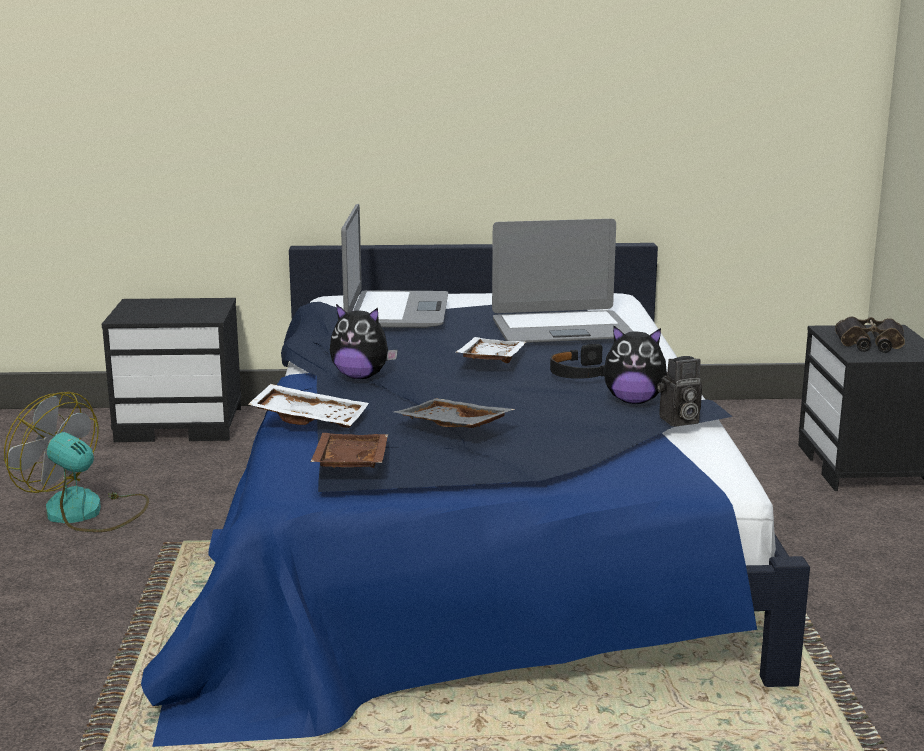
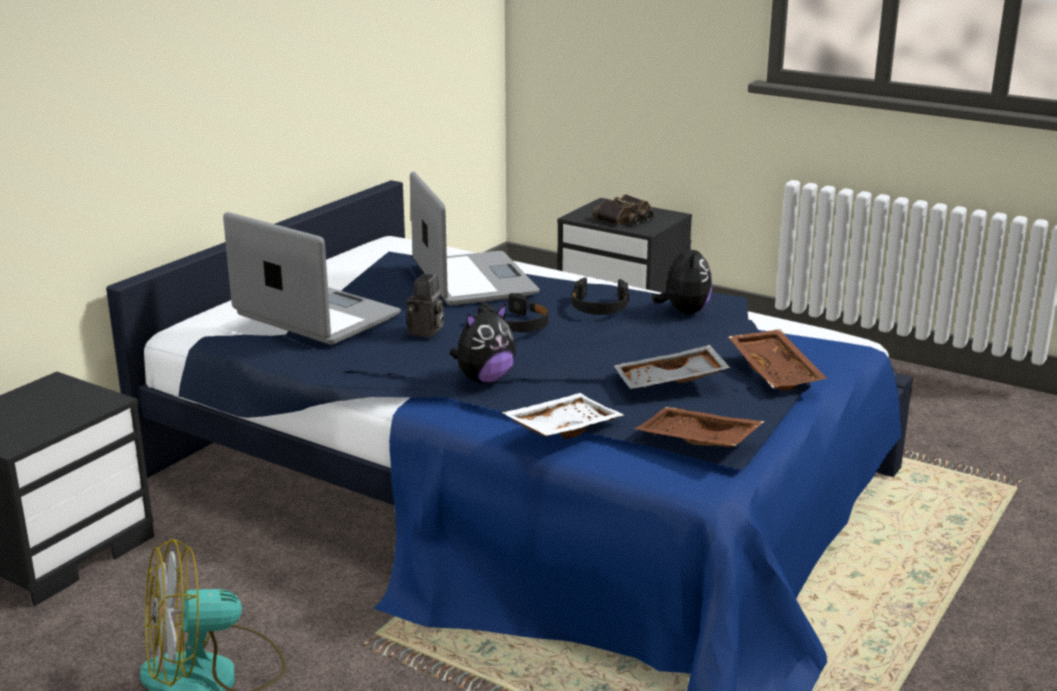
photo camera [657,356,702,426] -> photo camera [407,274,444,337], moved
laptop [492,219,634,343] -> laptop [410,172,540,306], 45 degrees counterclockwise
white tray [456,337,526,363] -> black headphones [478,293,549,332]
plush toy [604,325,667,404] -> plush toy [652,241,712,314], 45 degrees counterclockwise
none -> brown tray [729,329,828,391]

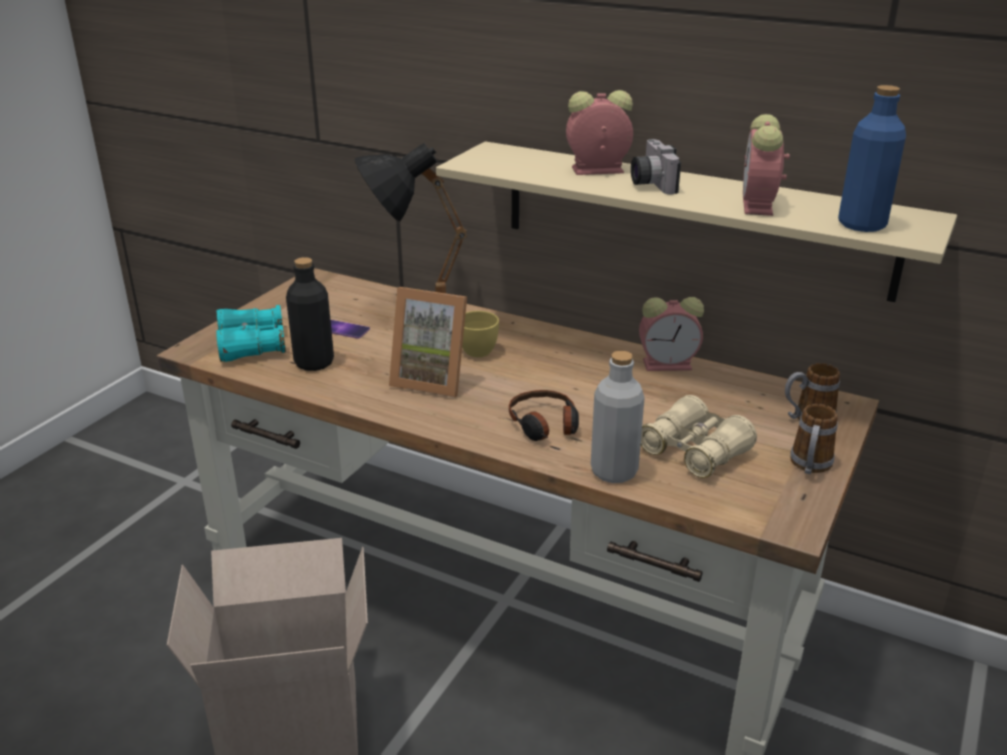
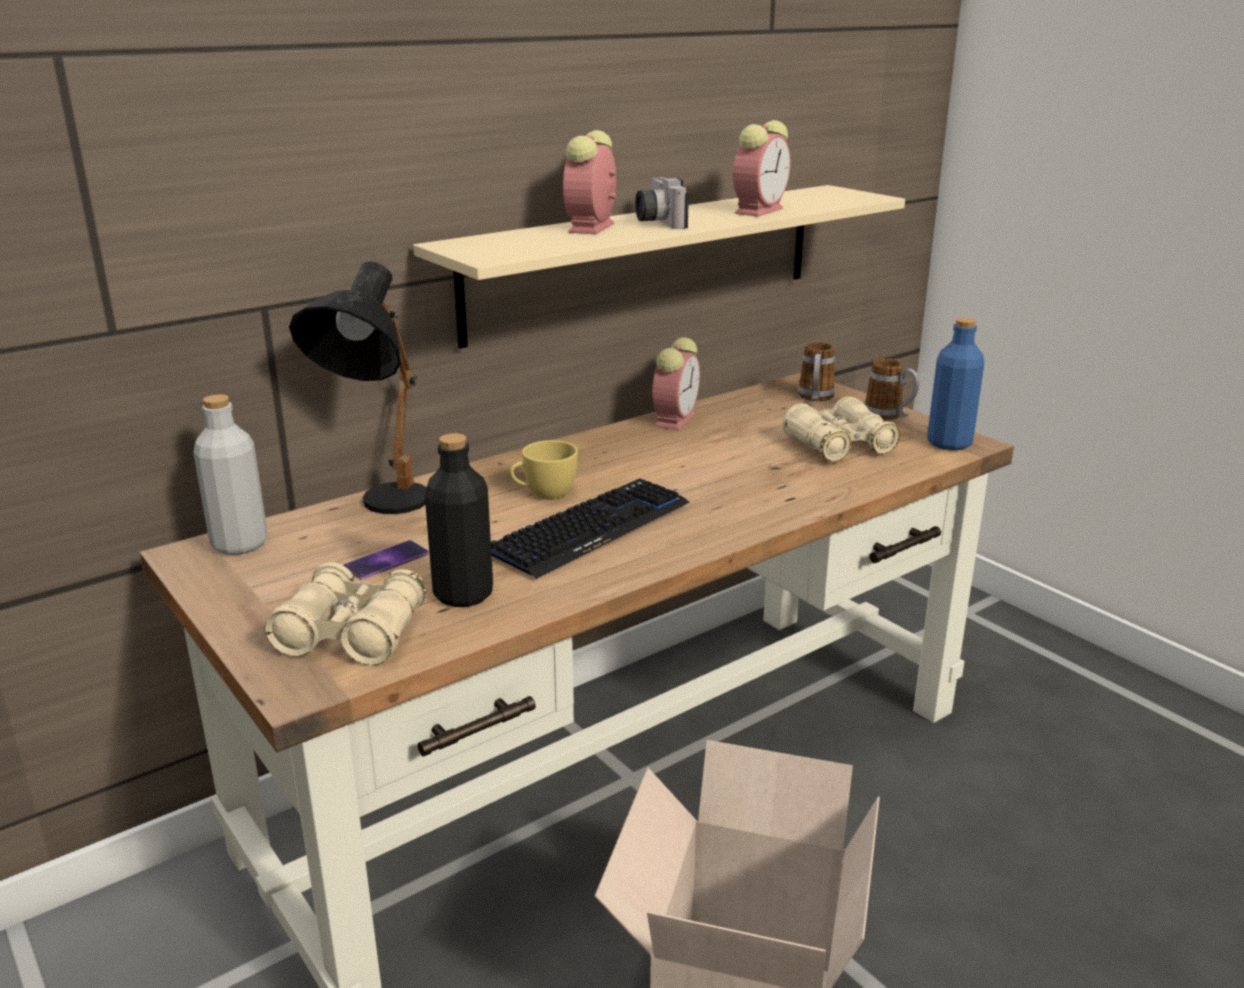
grey bottle [591,351,645,483] -> grey bottle [193,394,267,555], moved
turquoise binoculars [216,305,286,362] -> beige binoculars [264,562,427,665]
picture frame [389,287,467,398] -> keyboard [491,478,689,579]
photo camera [631,139,681,194] -> photo camera [635,177,689,229], 60 degrees clockwise
alarm clock [743,114,790,216] -> alarm clock [733,120,791,217], 90 degrees counterclockwise
blue bottle [838,85,906,232] -> blue bottle [927,317,984,450], moved
headphones [509,390,579,441] -> none

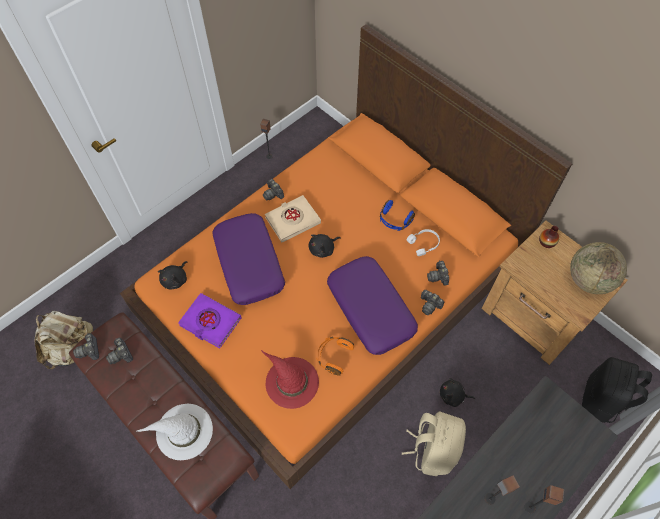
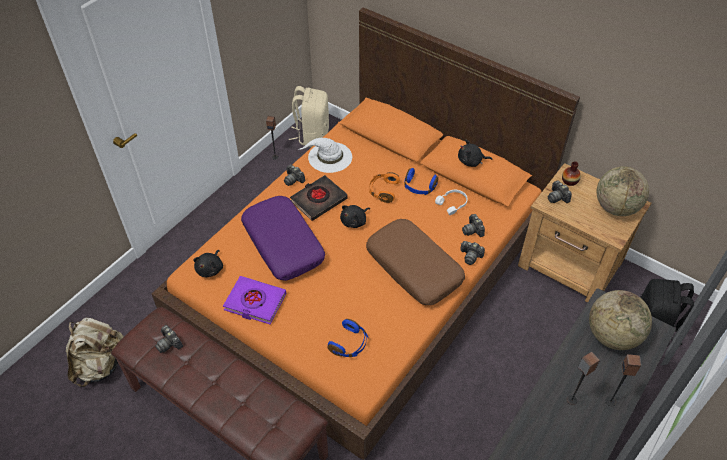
beige backpack [402,412,466,476] -> beige backpack [289,86,329,147], moved
beige book [265,195,321,243] -> black book [290,175,348,221]
white hat [137,404,213,460] -> white hat [299,138,352,173], moved
red hat [261,350,319,409] -> blue headphones [327,319,368,357]
purple pillow [327,256,418,355] -> brown pillow [366,219,465,305]
orange headphones [316,337,354,376] -> orange headphones [369,172,400,203], moved
black plush toy [440,378,475,407] -> black plush toy [458,139,493,167], moved
photo camera [73,333,99,360] -> photo camera [548,181,572,203], moved
none -> globe [589,290,652,350]

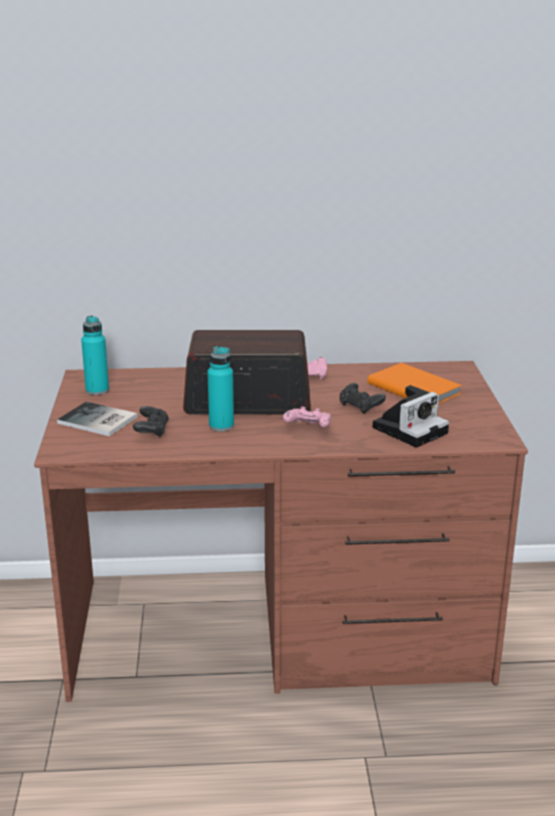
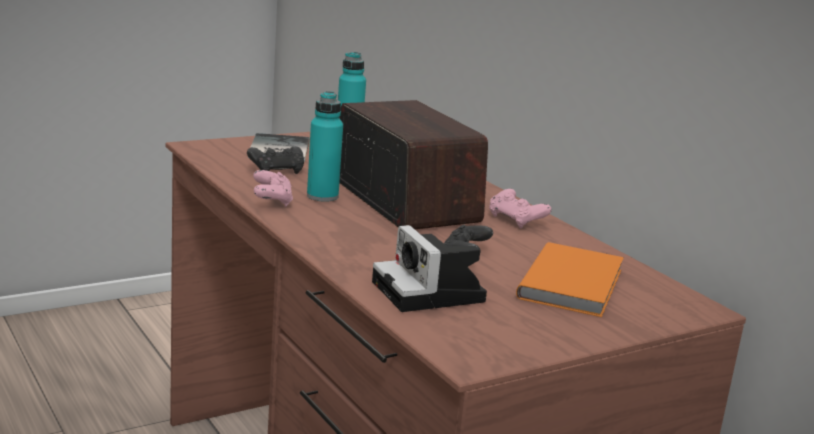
pink game controller [283,407,331,428] -> pink game controller [253,170,293,207], moved
photo camera [373,385,449,448] -> photo camera [372,225,487,312], 45 degrees clockwise

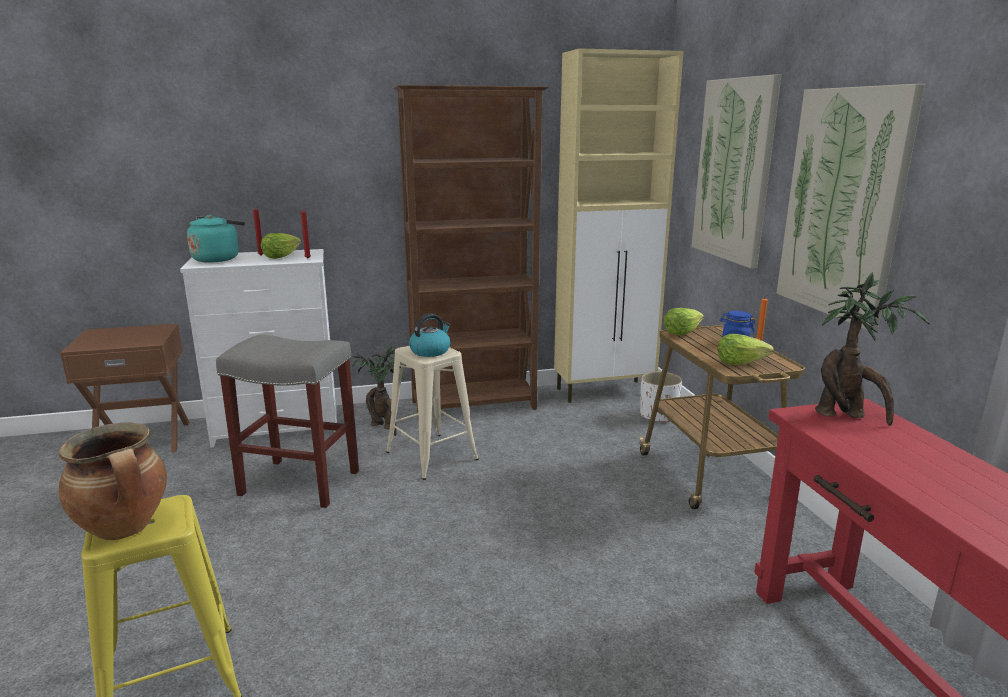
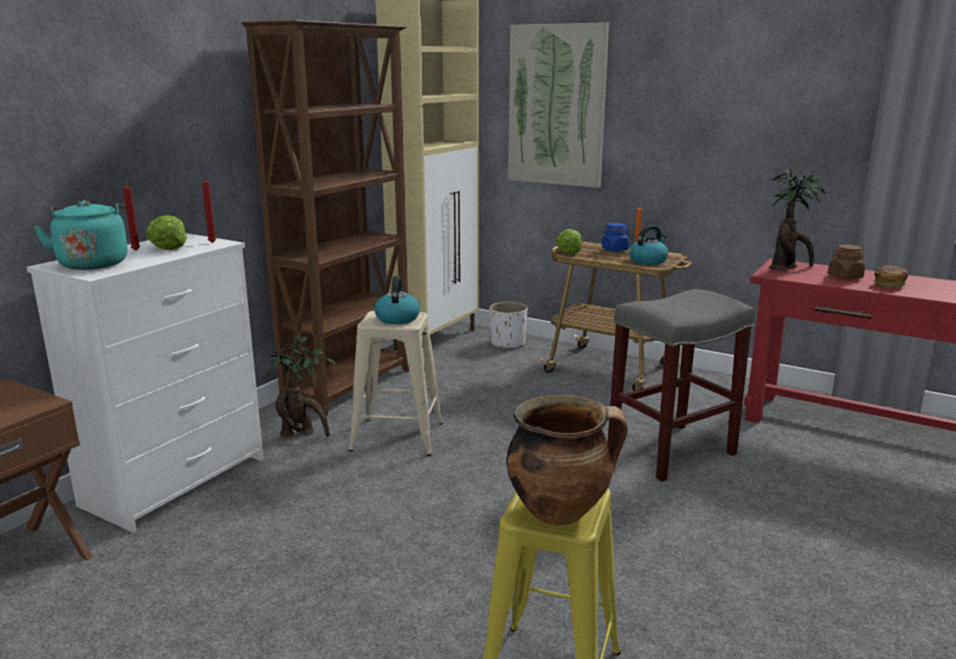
grey stool [216,335,359,508] -> grey stool [608,289,755,482], moved
lettuce [718,334,774,365] -> kettle [629,225,668,265]
none -> brown jar [828,244,865,280]
none -> bread [874,266,908,288]
picture [776,84,925,331] -> none

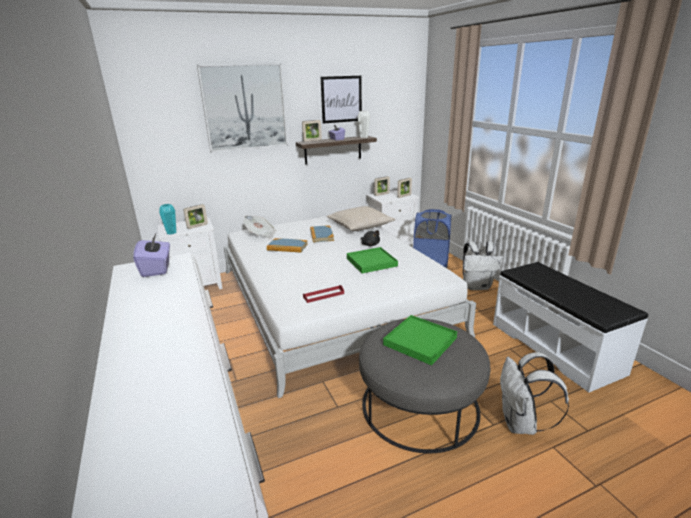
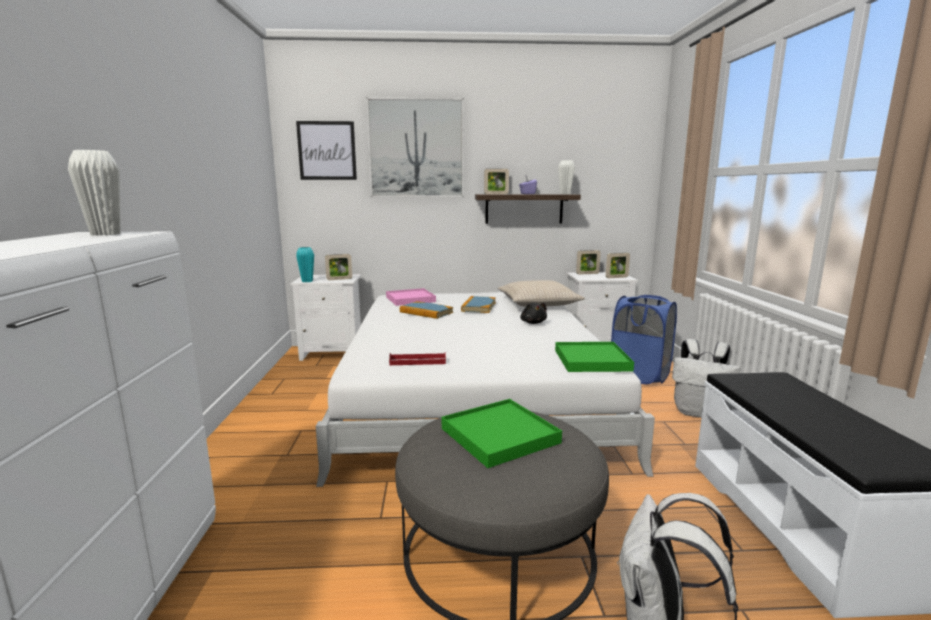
purple tissue box [133,234,170,277] -> white vase [68,150,120,235]
picture [321,76,362,124] -> picture [296,121,357,180], moved
newspaper [243,215,277,239] -> pink tray [386,288,436,306]
green tray [347,247,398,273] -> green tray [555,342,634,372], moved

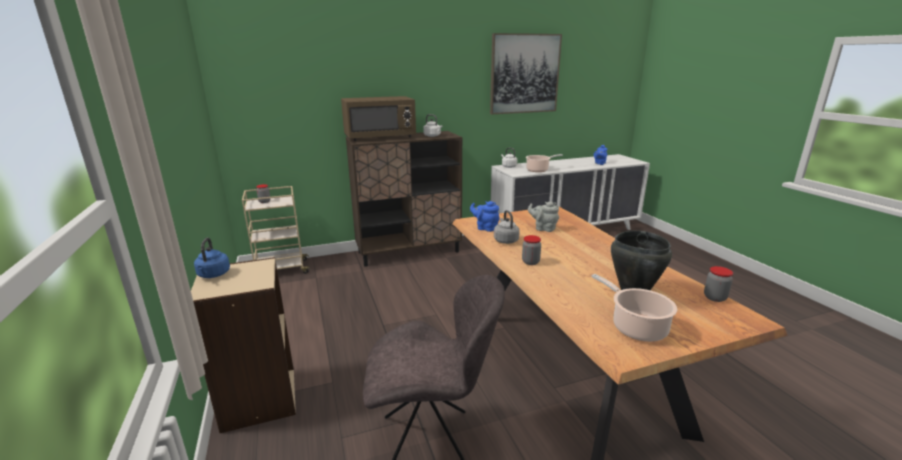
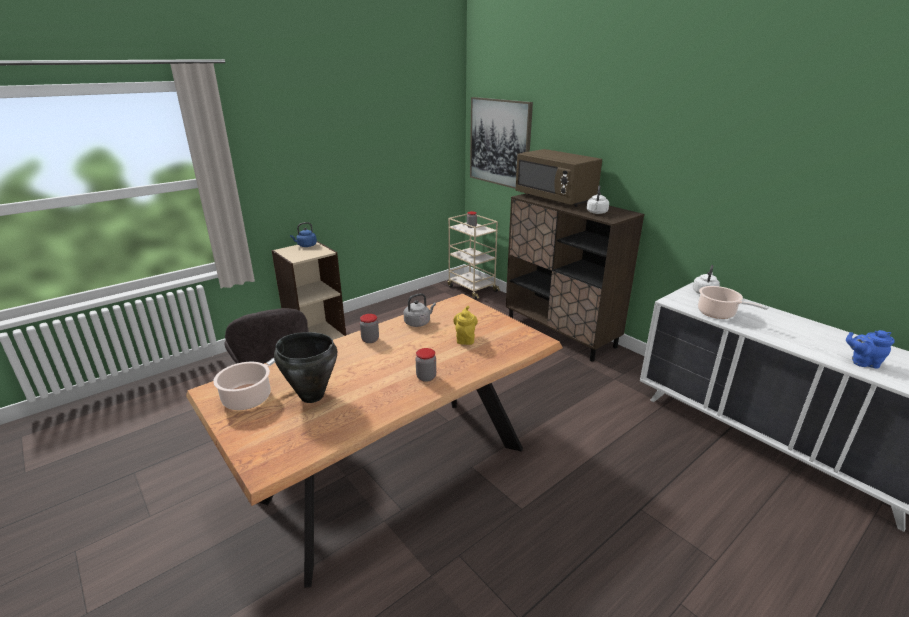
jar [704,266,733,302] -> jar [416,348,436,382], moved
grey teapot [528,201,559,232] -> yellow teapot [453,306,478,345]
picture [490,33,562,114] -> picture [470,97,533,189], moved
blue teapot [470,201,500,232] -> none

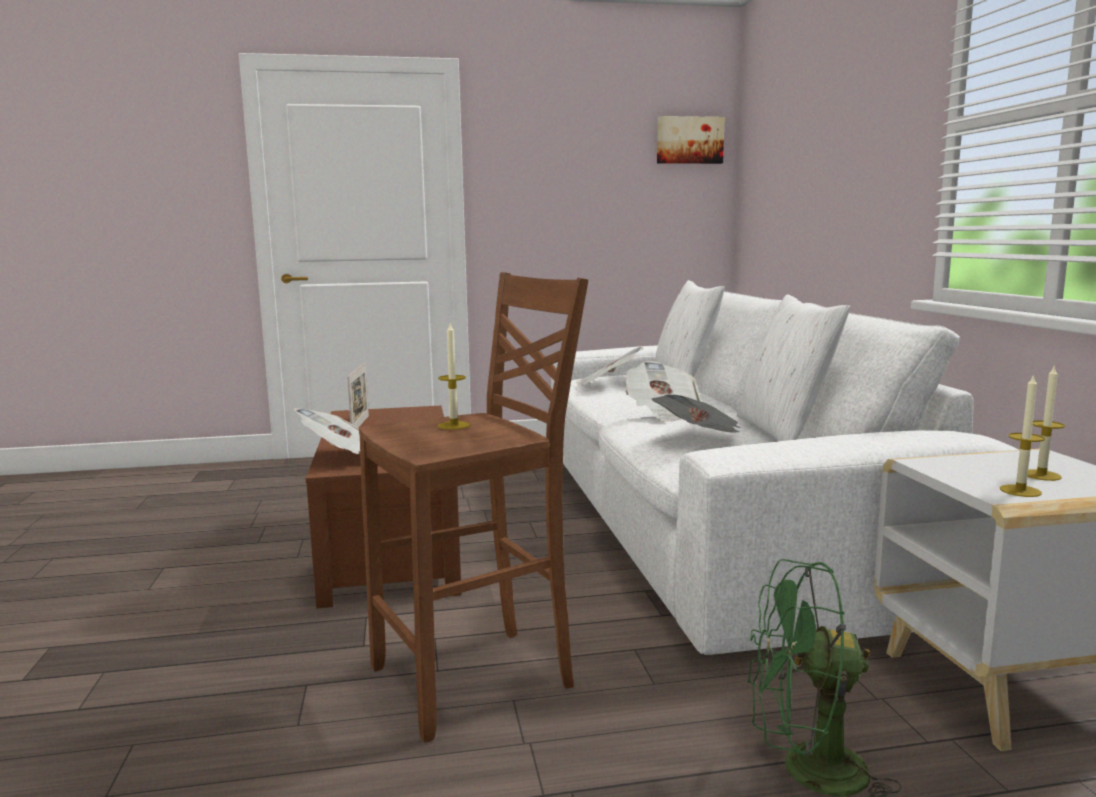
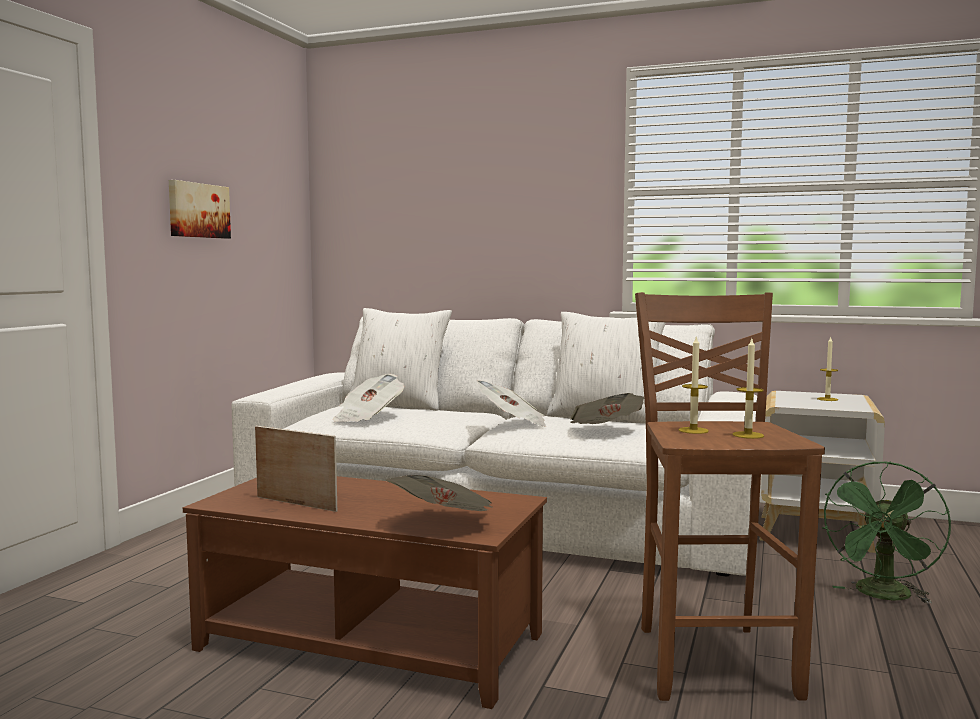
picture [657,116,725,164] -> picture [169,180,231,239], moved
candle [1000,374,1045,497] -> candle [733,339,764,439], moved

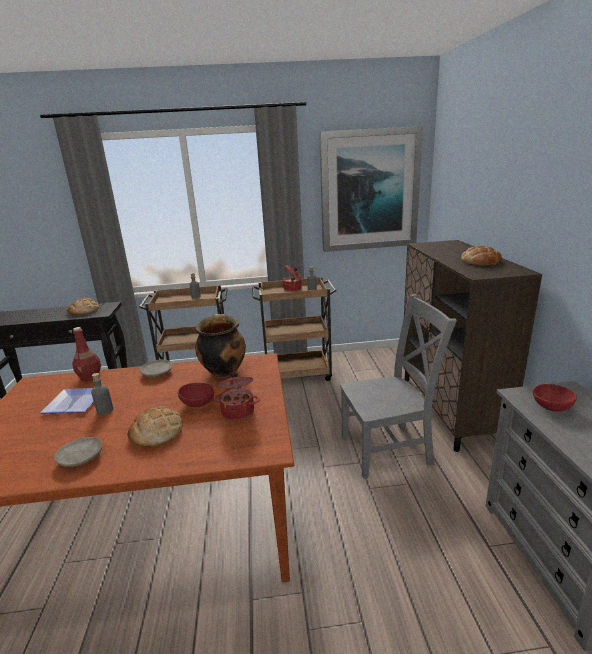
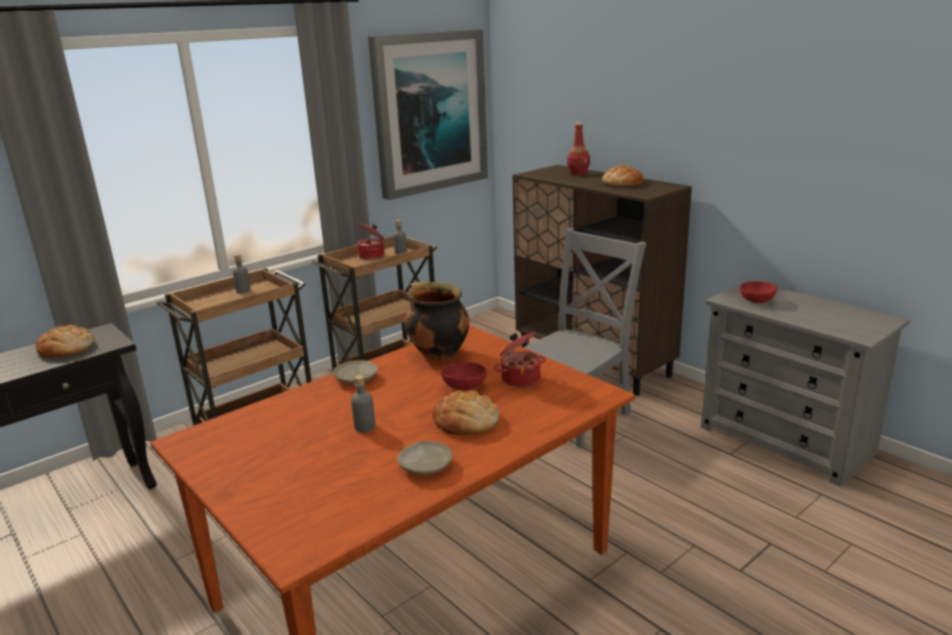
red bottle [72,327,101,381] -> red bottle [567,123,590,175], moved
plate [40,388,94,414] -> none

